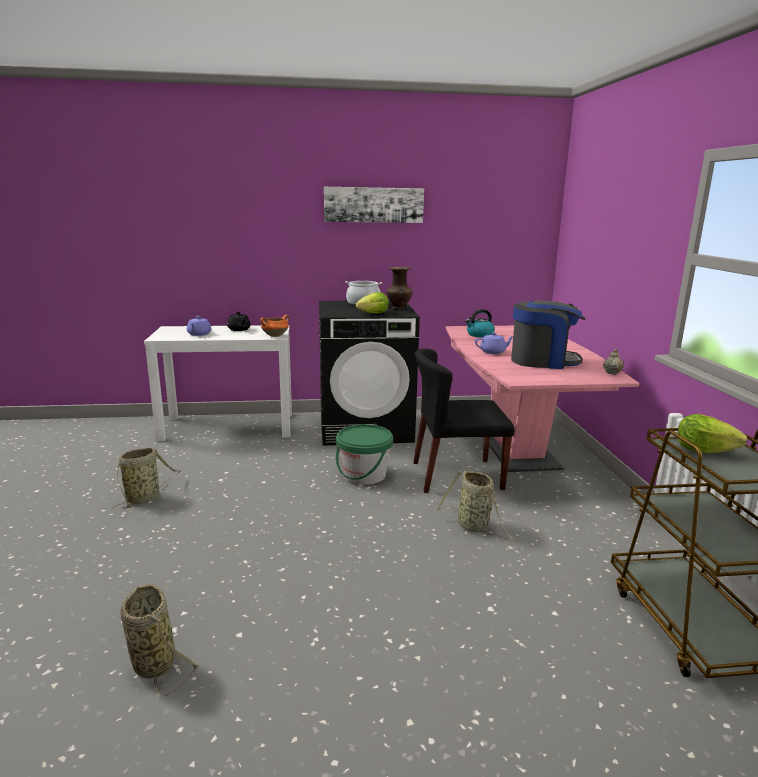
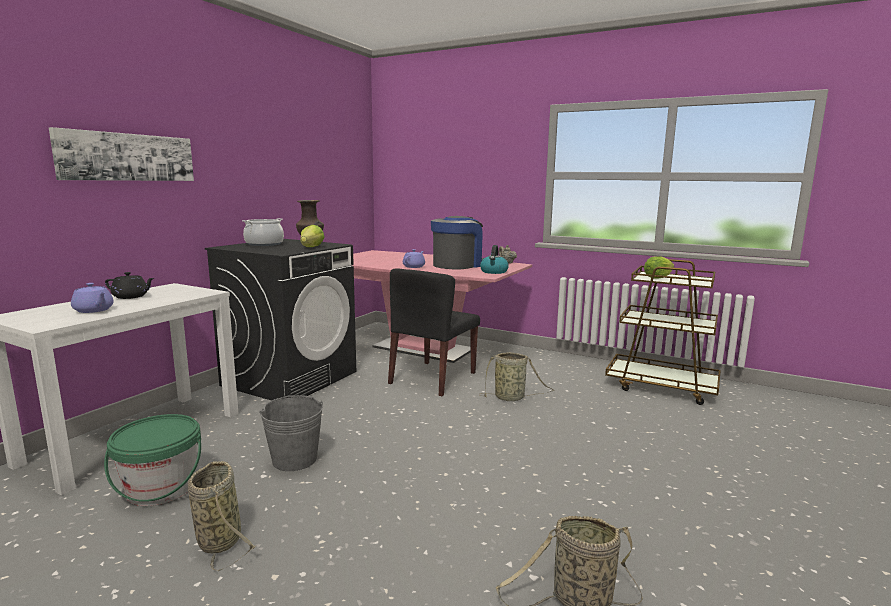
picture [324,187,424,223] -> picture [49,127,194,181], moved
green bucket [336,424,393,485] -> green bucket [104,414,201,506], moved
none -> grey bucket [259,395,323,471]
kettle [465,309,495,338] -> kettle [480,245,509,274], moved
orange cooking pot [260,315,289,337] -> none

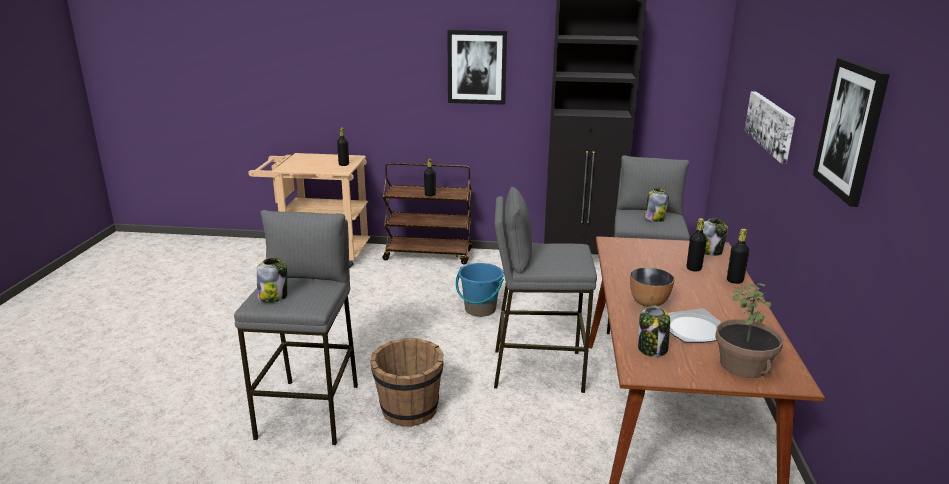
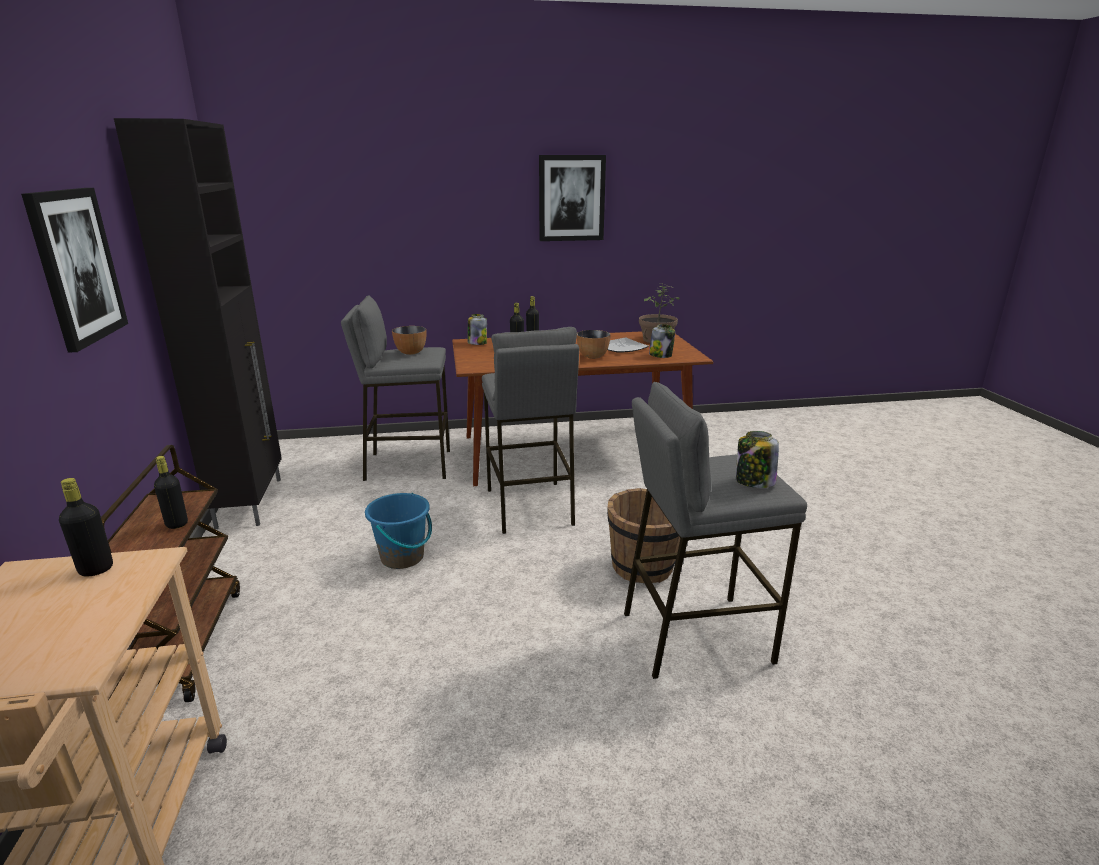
jar [644,188,669,222] -> bowl [392,326,427,355]
picture [744,92,795,163] -> none

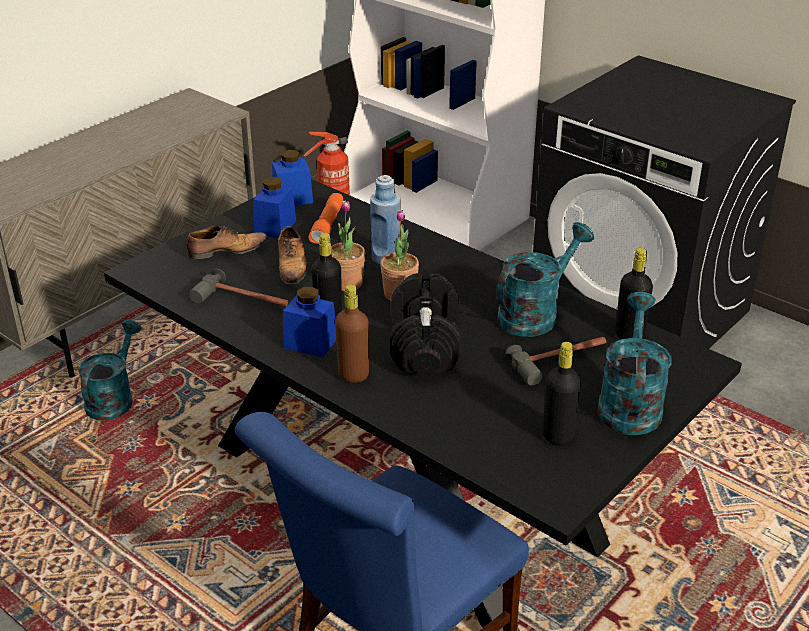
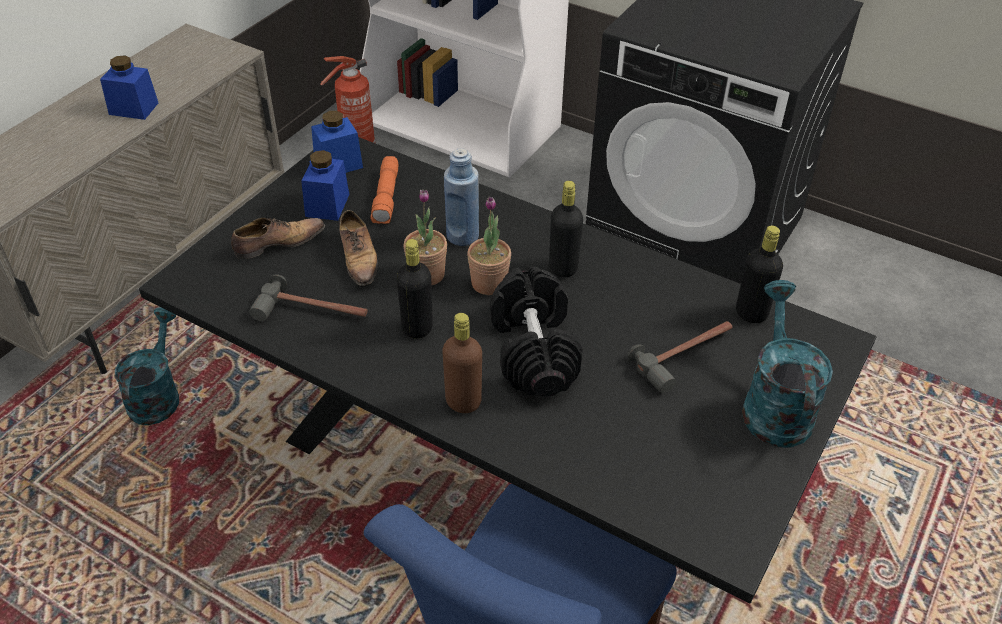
blue jar [283,287,336,358] -> blue jar [100,55,158,120], moved
black bottle [543,342,581,446] -> black bottle [549,181,583,277], moved
turquoise watering can [497,222,594,337] -> none

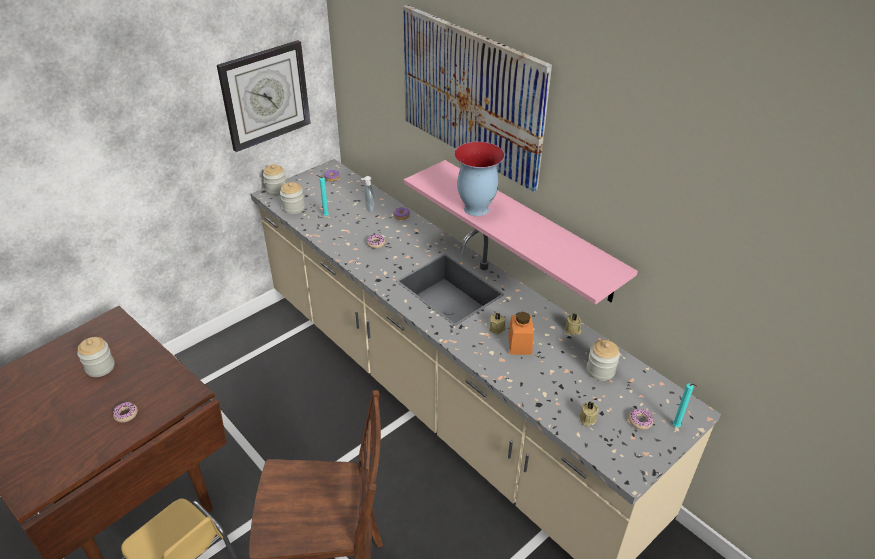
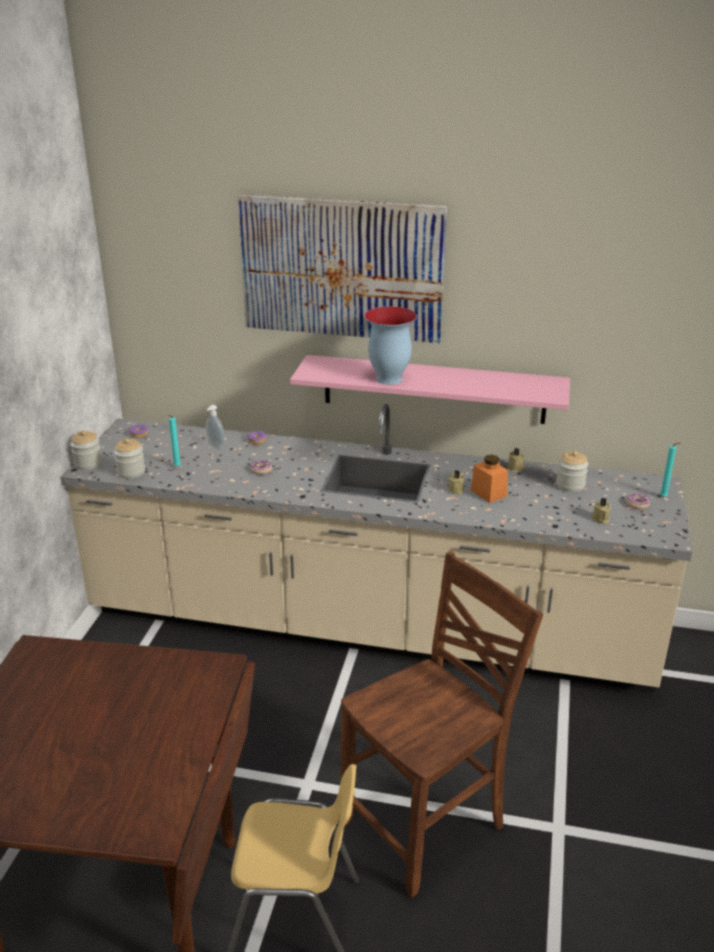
jar [77,337,115,377] -> none
donut [113,402,138,423] -> none
wall clock [217,40,311,152] -> none

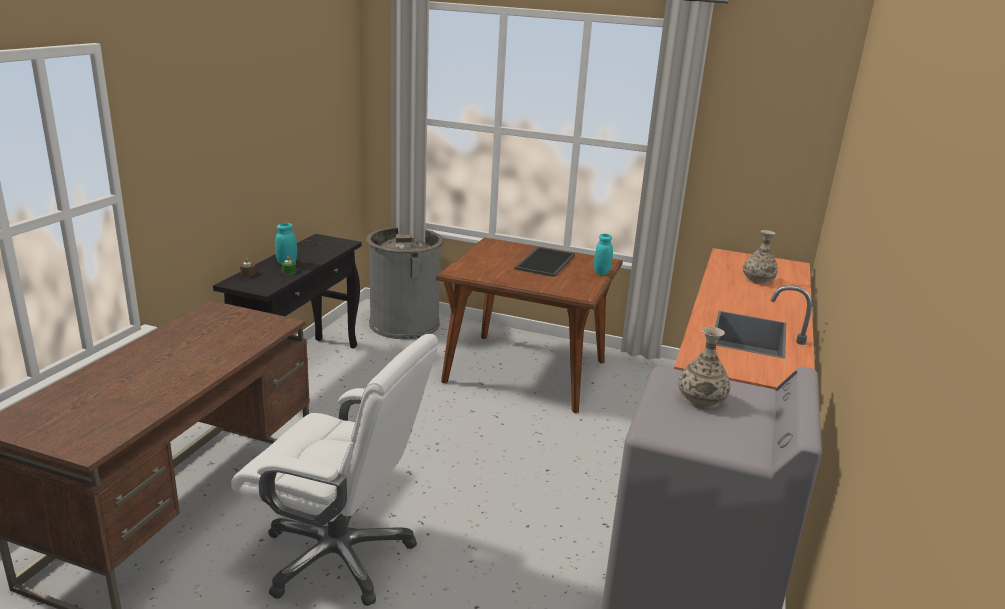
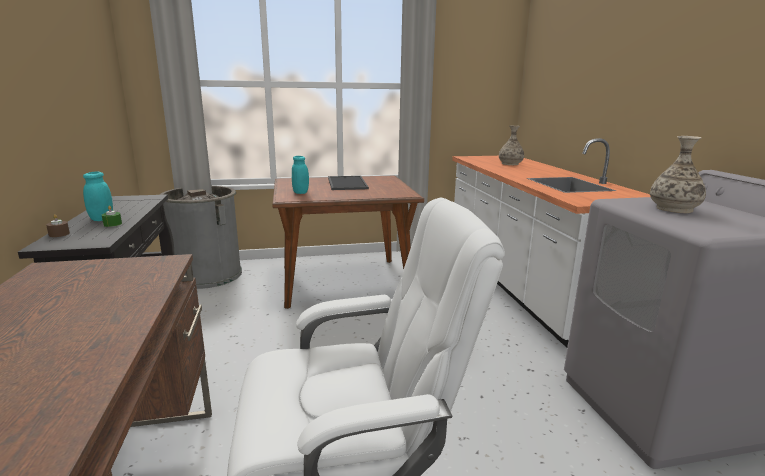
turquoise jar [594,234,613,275] -> turquoise jar [292,156,309,194], moved

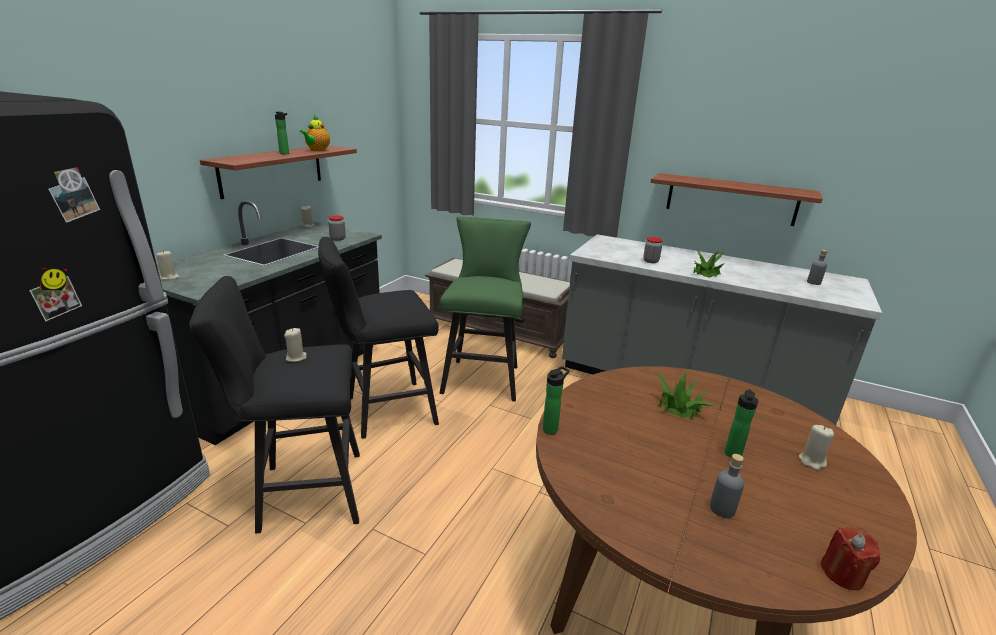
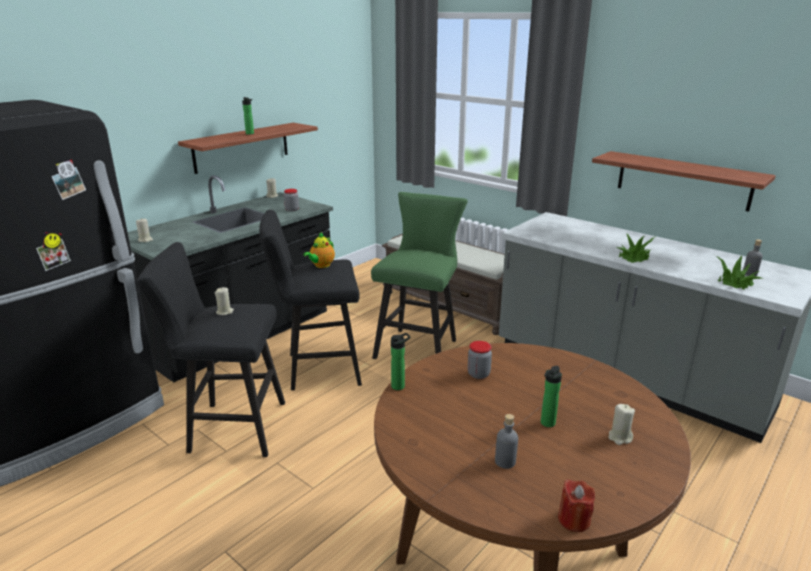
teapot [299,114,330,151] -> teapot [303,232,335,268], moved
jar [643,237,663,263] -> jar [468,341,492,379], moved
potted plant [651,369,716,420] -> potted plant [715,255,763,289], moved

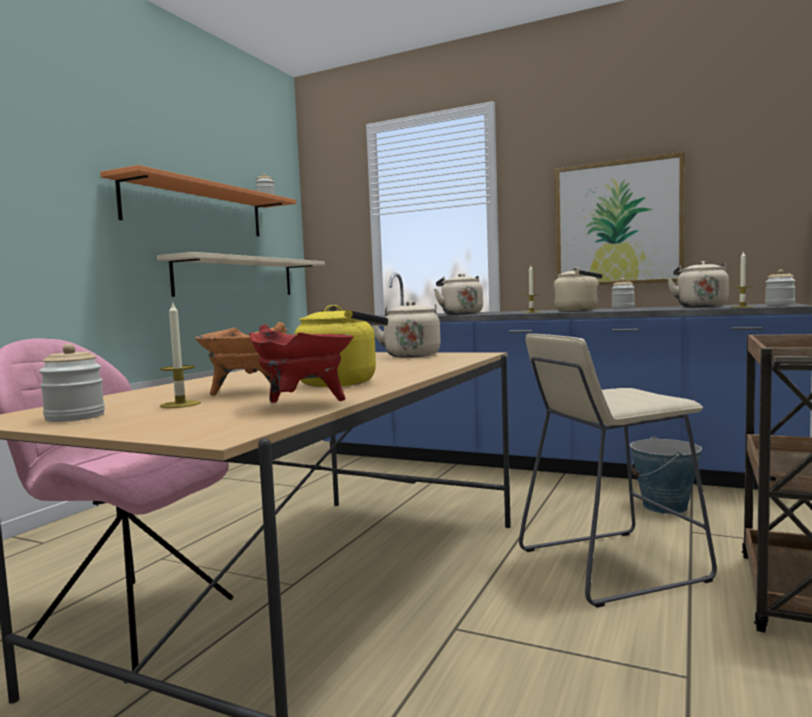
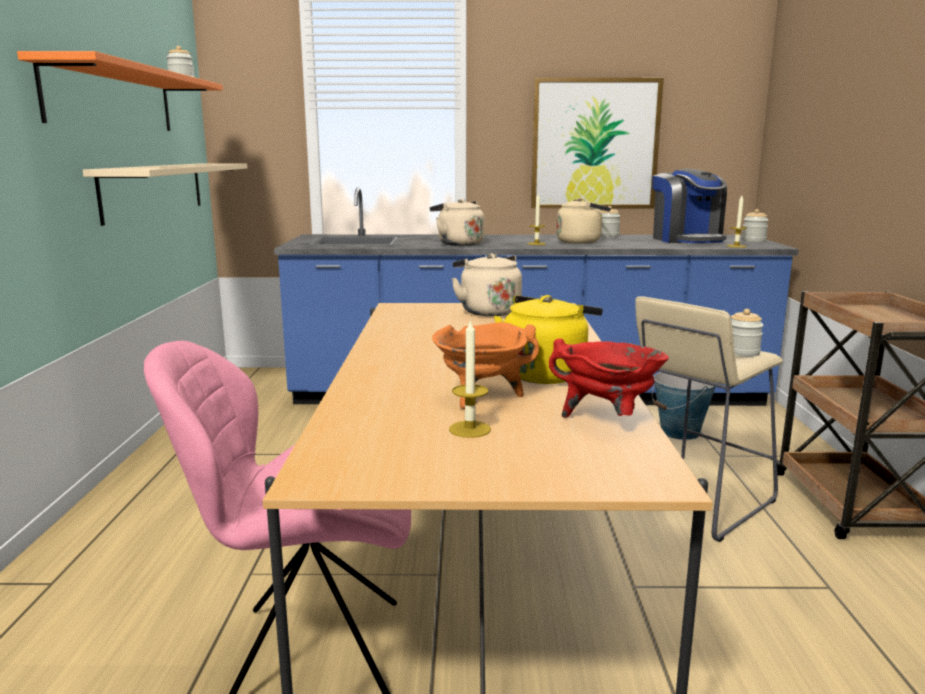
beige kettle [667,261,729,307] -> coffee machine [652,169,727,243]
jar [39,344,105,422] -> jar [731,309,764,357], moved

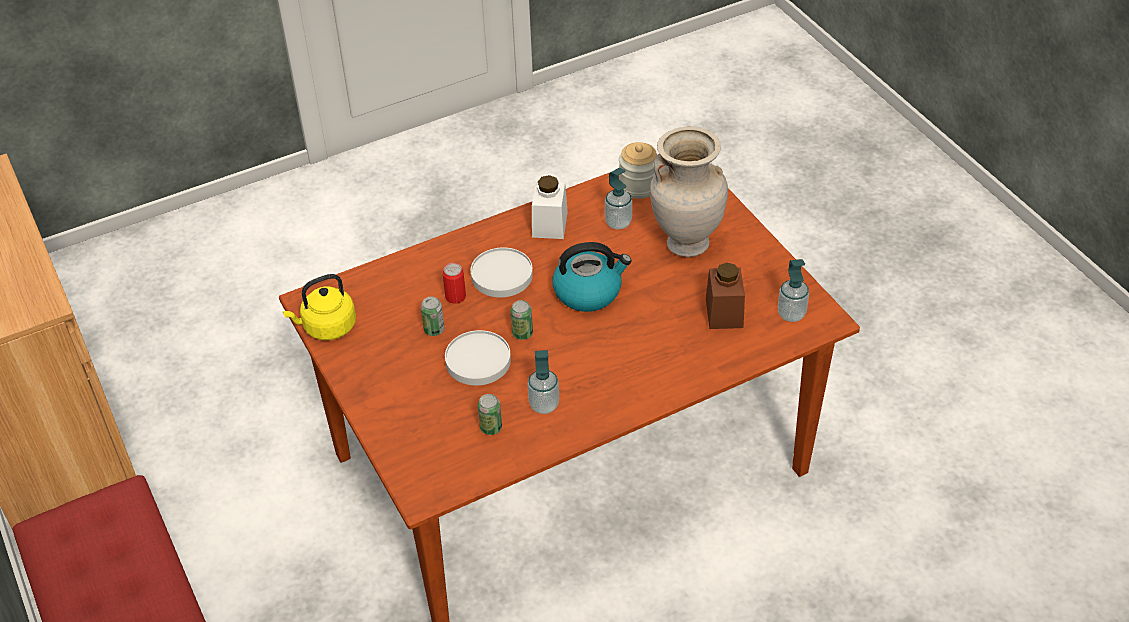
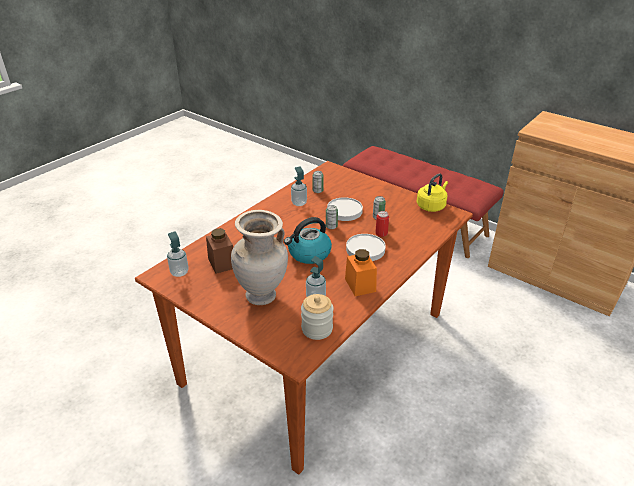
white jar [532,175,568,239] -> orange jar [345,249,377,296]

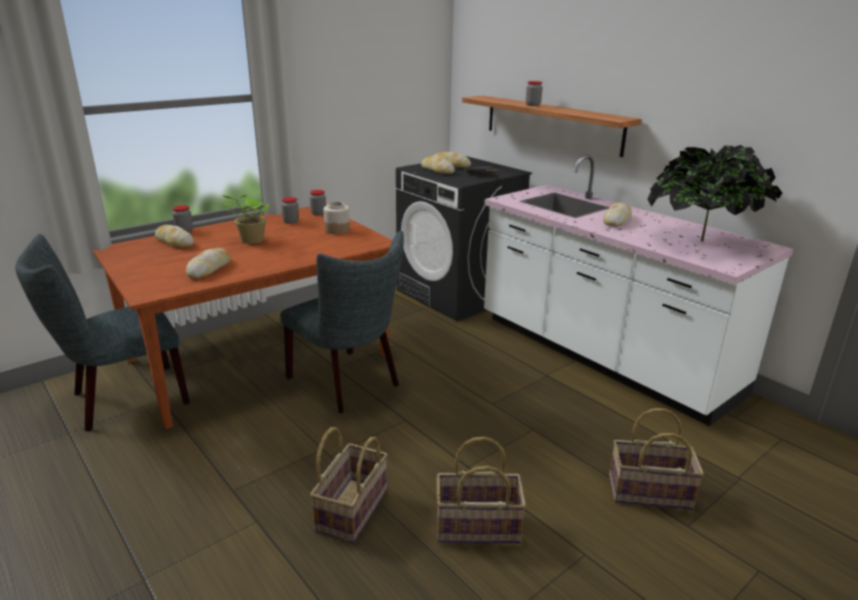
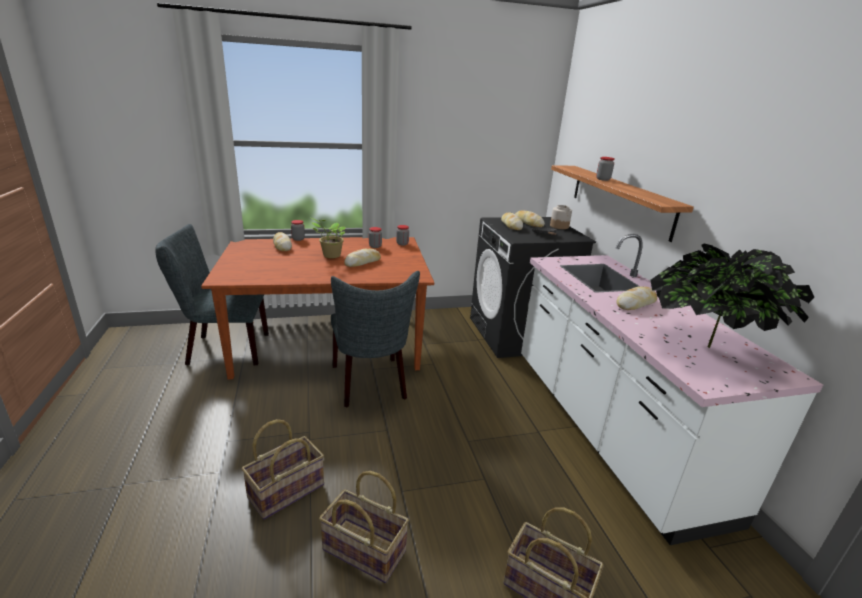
bread [186,248,231,279] -> bread [344,249,381,267], moved
jar [323,202,350,234] -> jar [550,205,572,229], moved

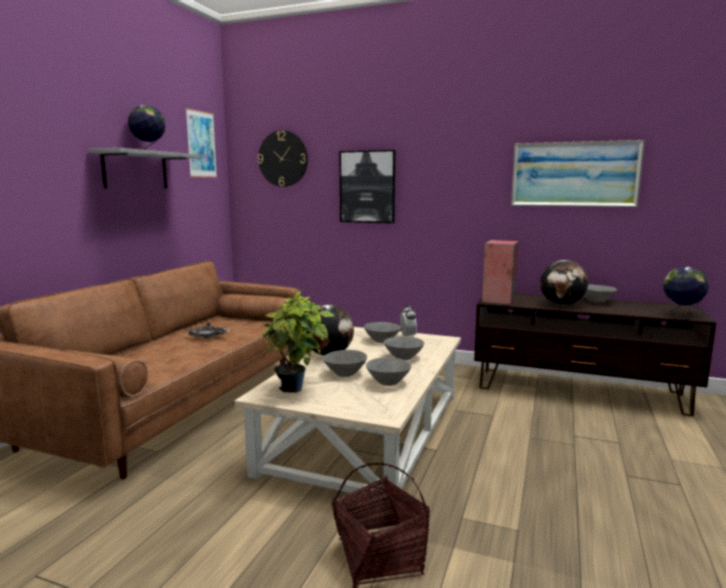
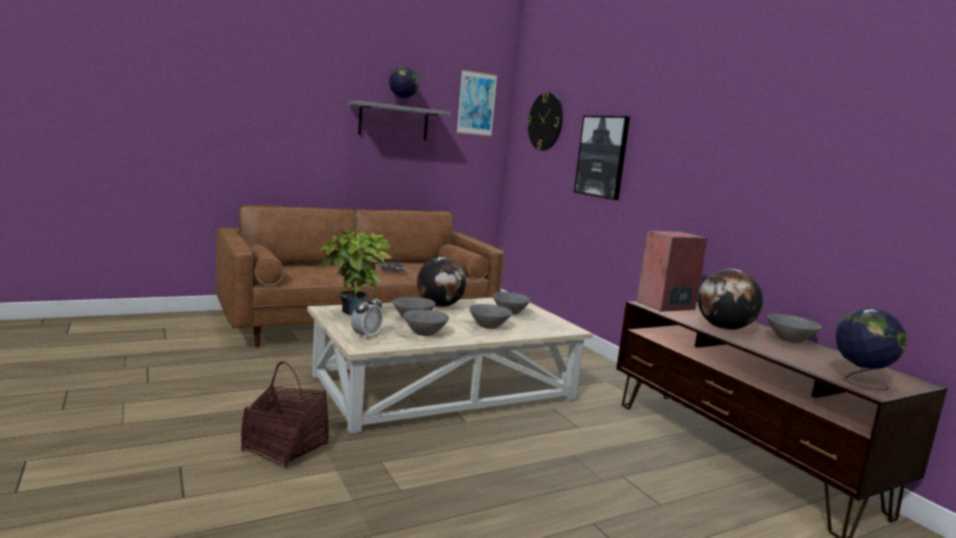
alarm clock [400,304,417,337] -> alarm clock [351,293,383,340], moved
picture [511,140,645,207] -> none

